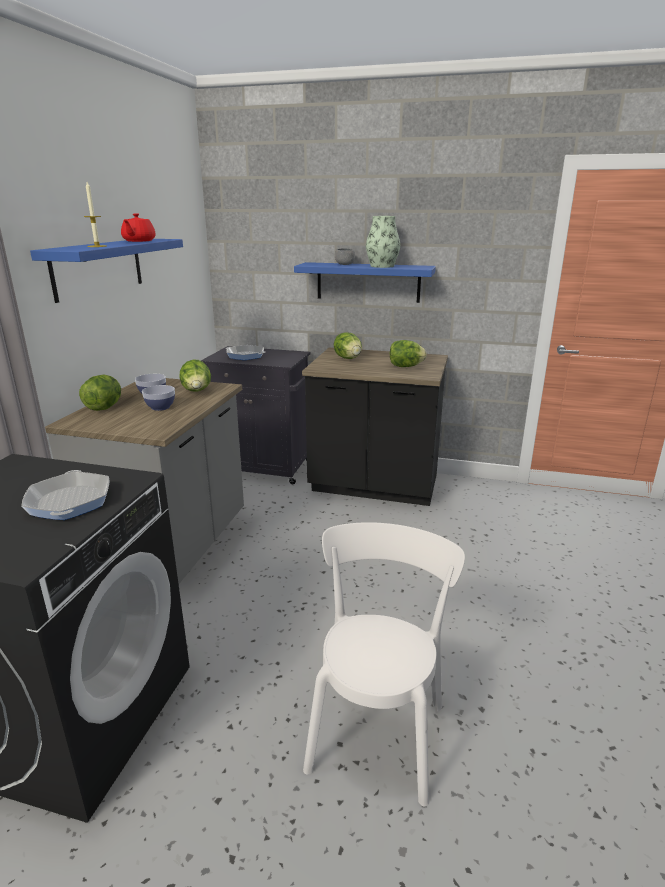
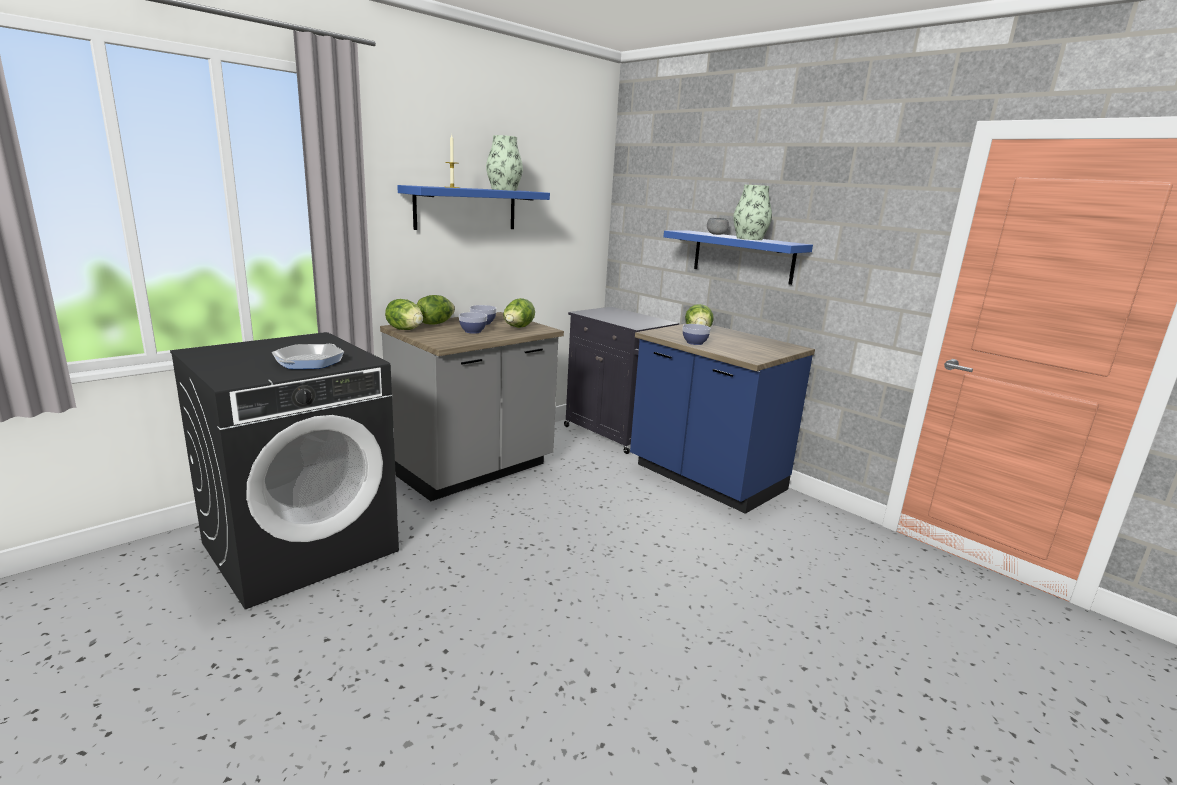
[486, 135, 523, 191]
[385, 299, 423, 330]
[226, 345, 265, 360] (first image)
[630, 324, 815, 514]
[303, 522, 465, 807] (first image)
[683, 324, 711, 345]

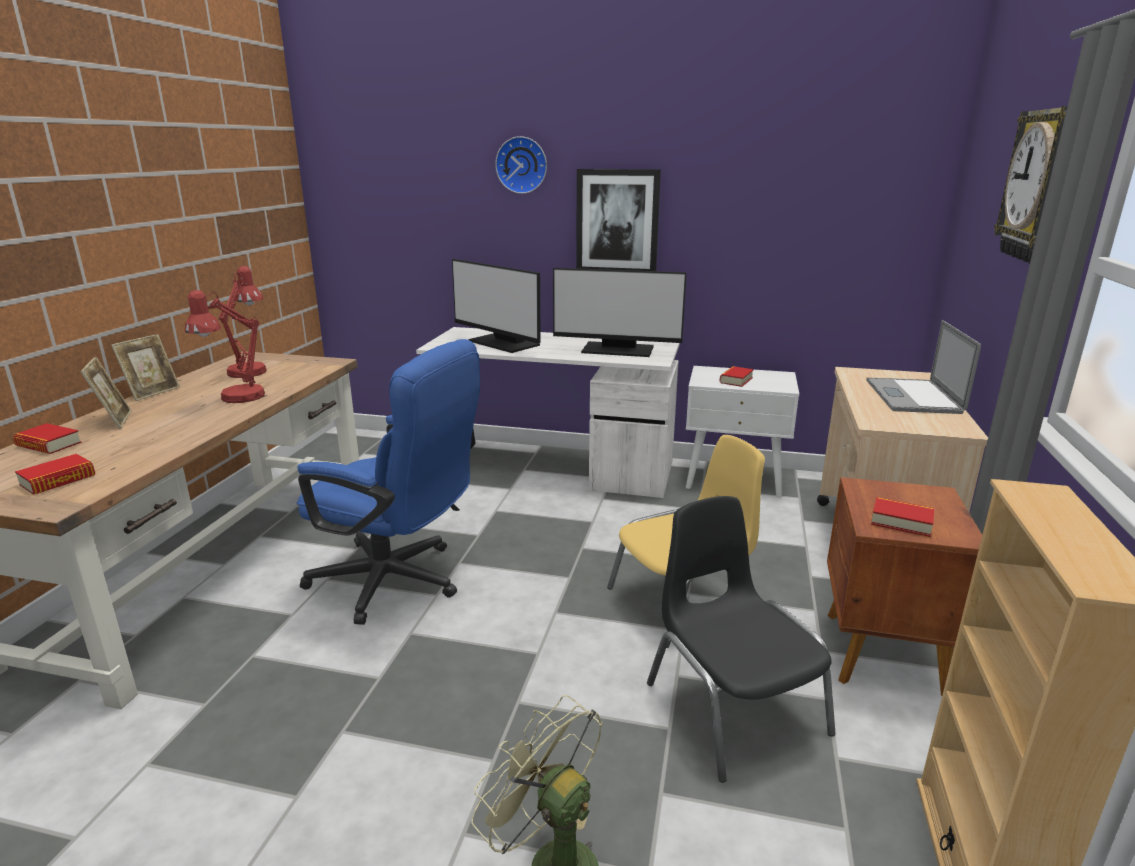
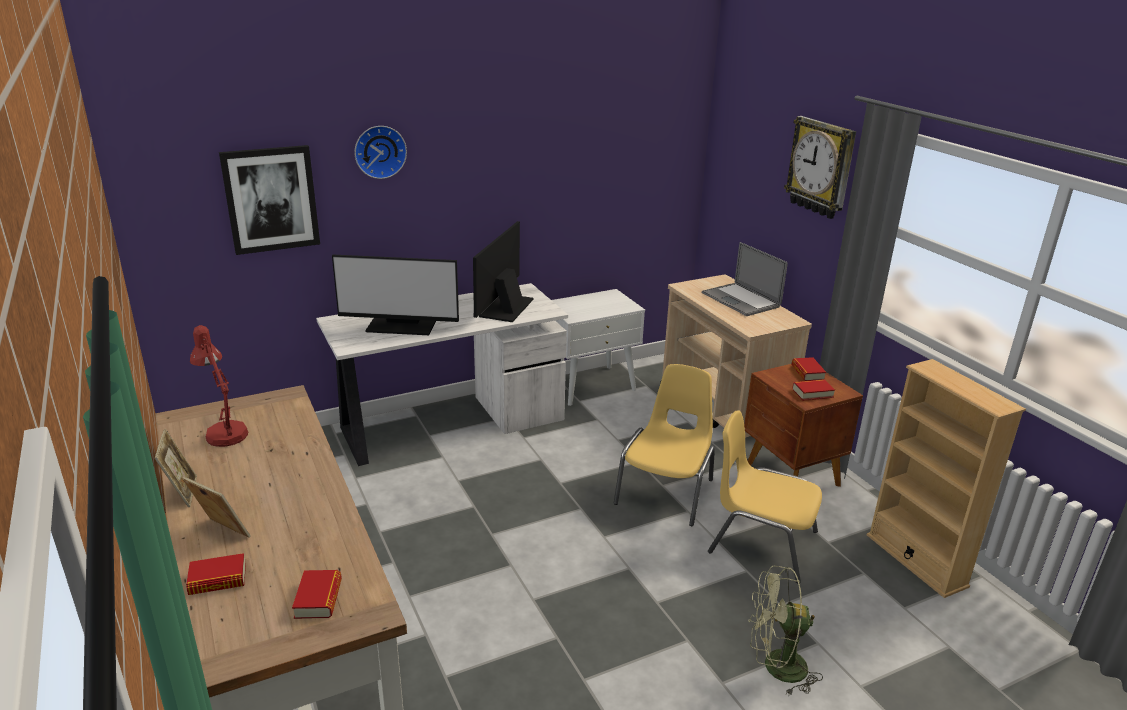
[219, 145, 320, 255]
[473, 221, 534, 322]
[185, 290, 265, 403] (first image)
[297, 339, 480, 625] (first image)
[791, 357, 826, 381]
[708, 410, 822, 584]

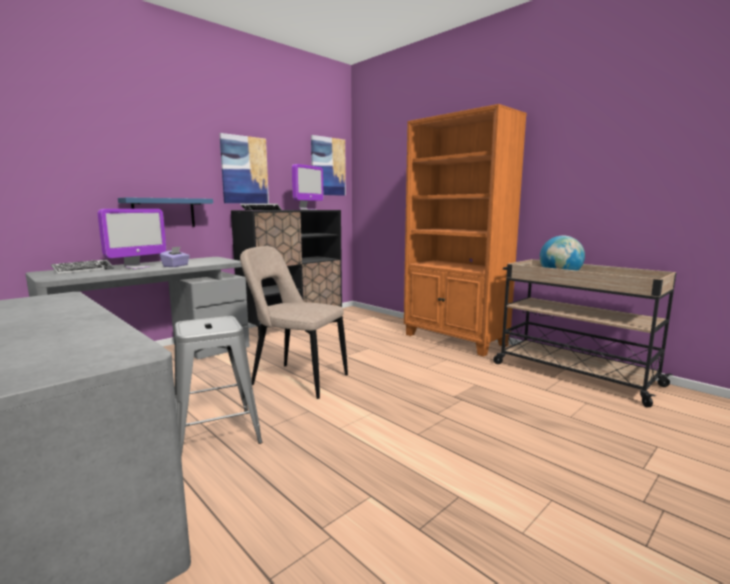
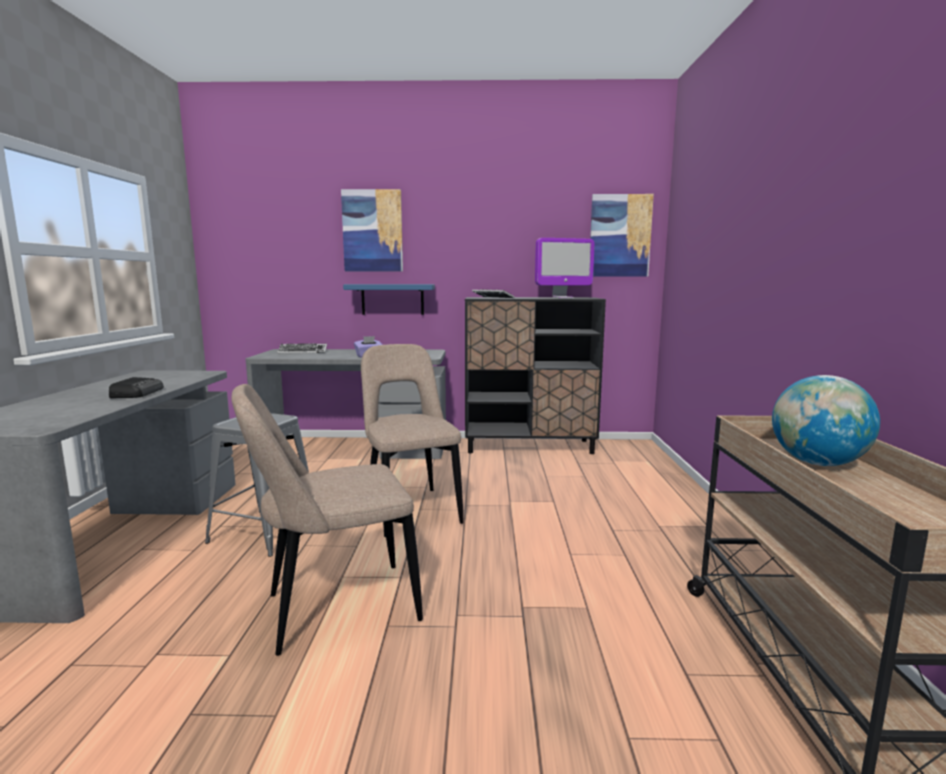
[404, 104, 527, 357] (first image)
[341, 189, 403, 271]
[98, 209, 166, 269] (first image)
[109, 377, 164, 398]
[231, 384, 423, 656]

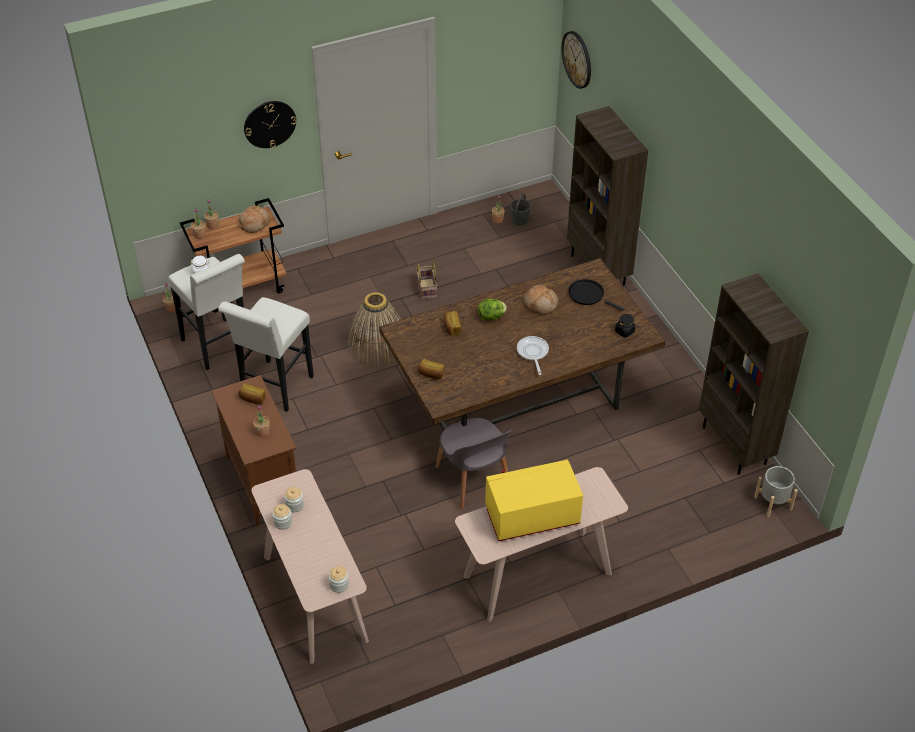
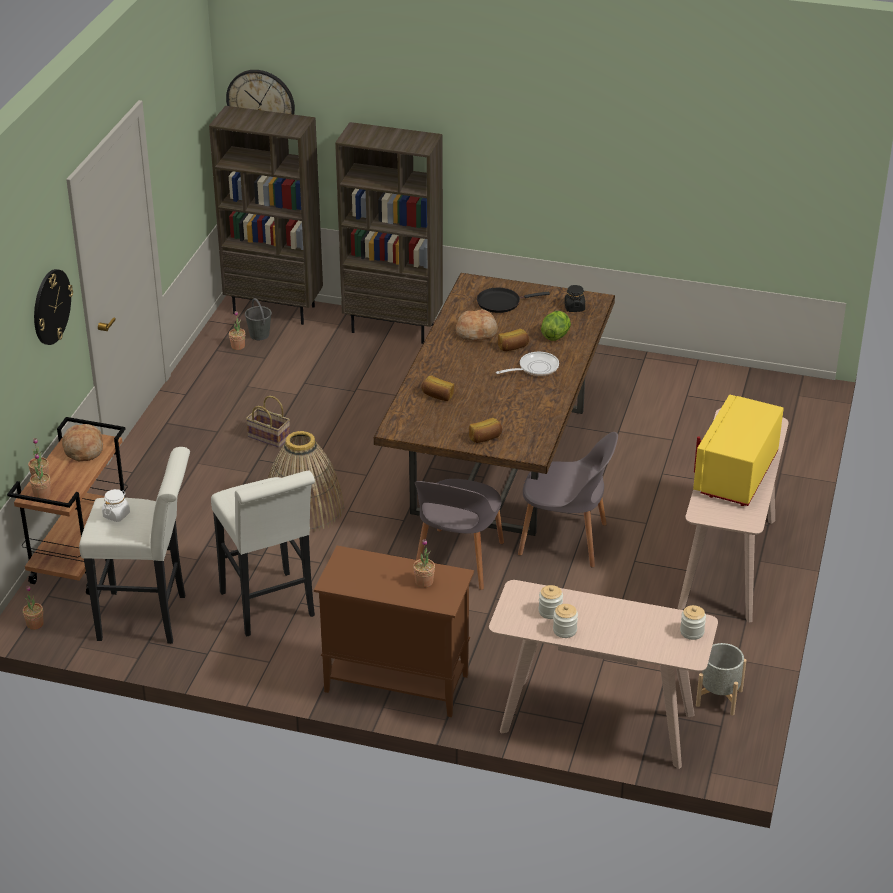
[209, 106, 323, 325]
[541, 311, 571, 341]
[496, 352, 559, 376]
[498, 329, 529, 351]
[696, 643, 746, 715]
[415, 479, 504, 590]

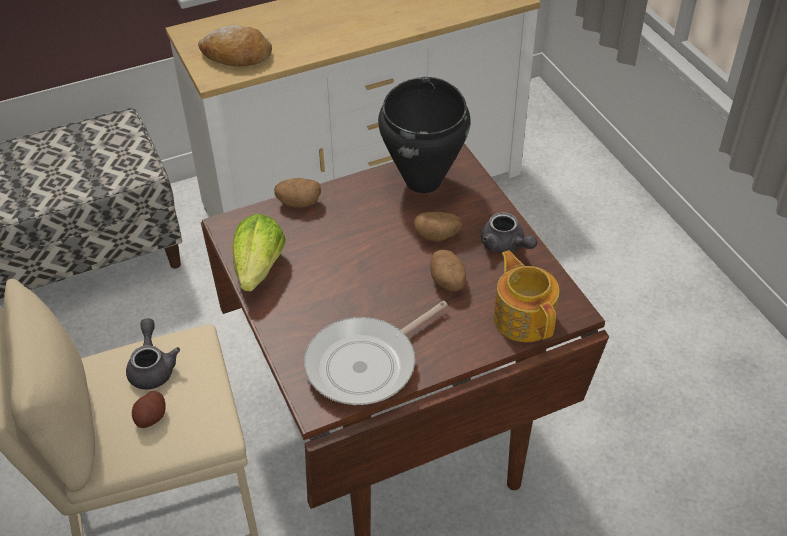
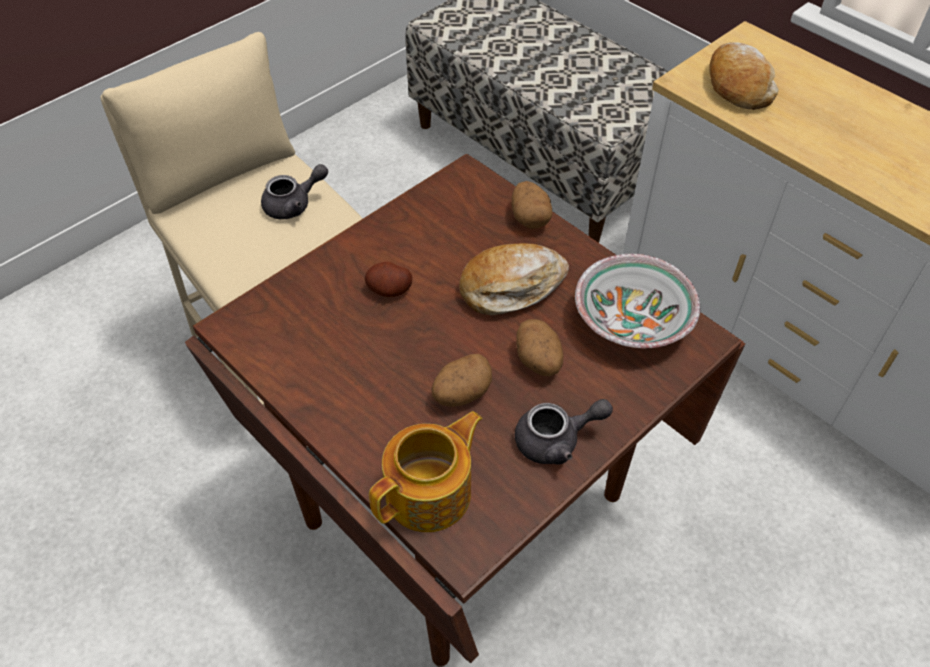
[575, 254, 700, 349]
[515, 399, 613, 465]
[233, 214, 286, 291] (first image)
[304, 301, 447, 405] (first image)
[365, 262, 413, 297]
[459, 243, 569, 315]

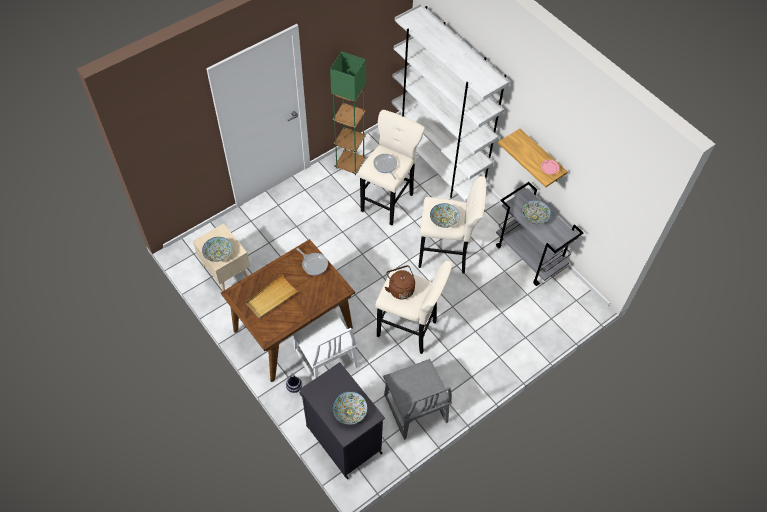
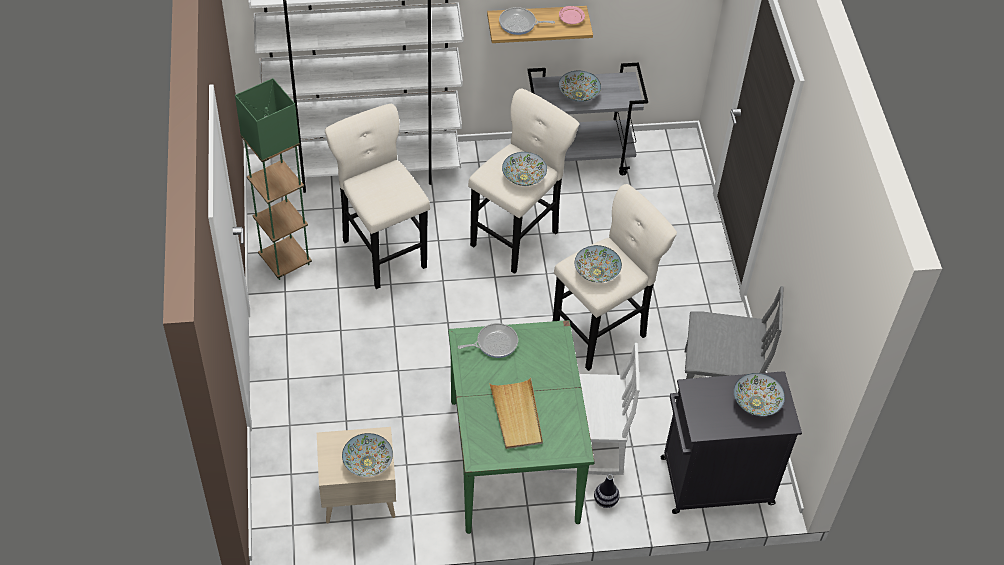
[499, 7, 555, 35]
[448, 320, 595, 534]
[575, 245, 622, 283]

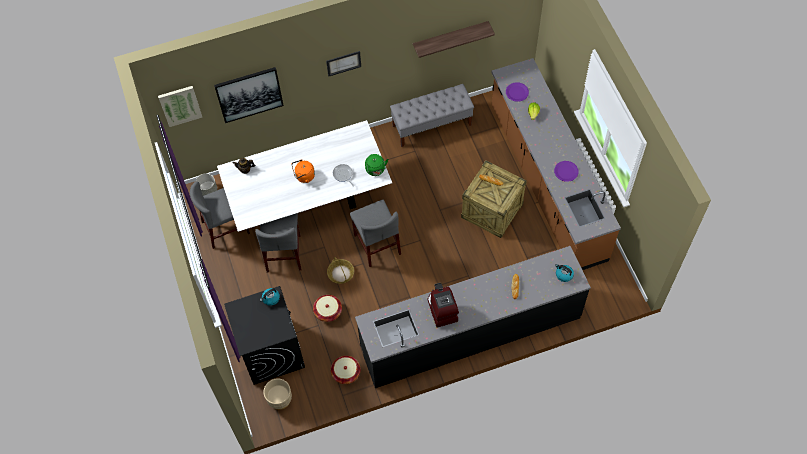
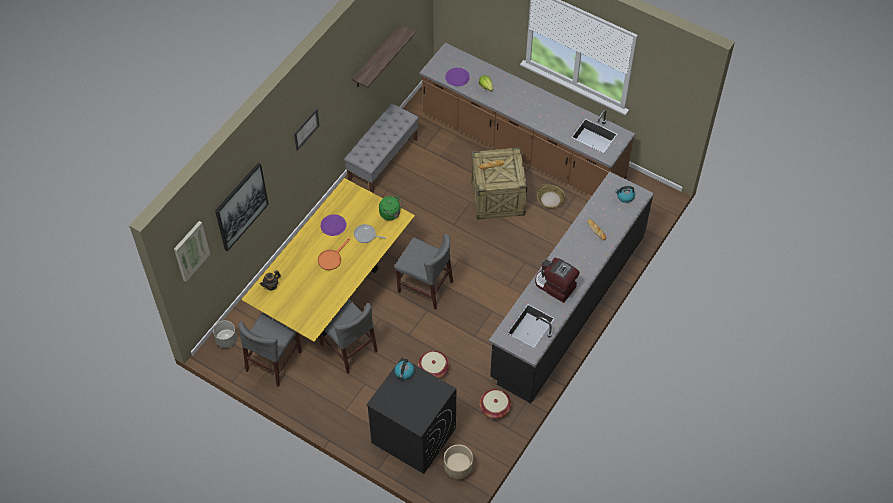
[241, 178, 415, 342]
[318, 238, 350, 270]
[321, 214, 346, 236]
[537, 184, 565, 208]

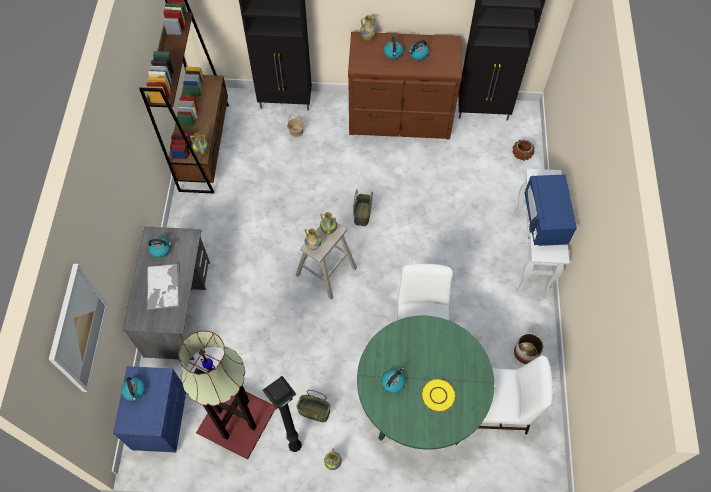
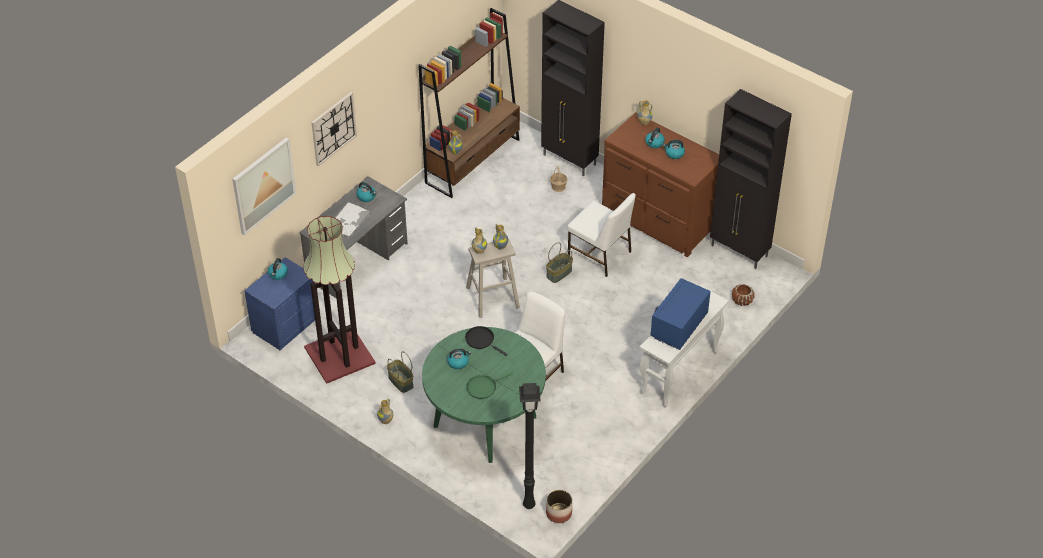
[546, 490, 572, 523]
[567, 193, 636, 277]
[519, 383, 541, 509]
[467, 372, 513, 399]
[311, 92, 357, 167]
[465, 326, 508, 356]

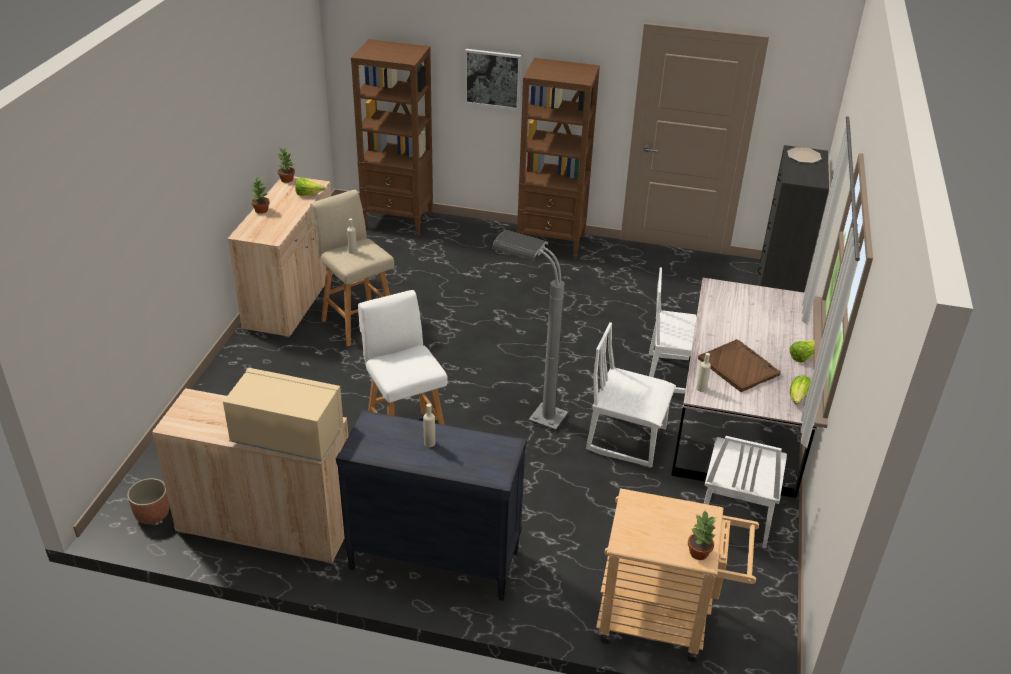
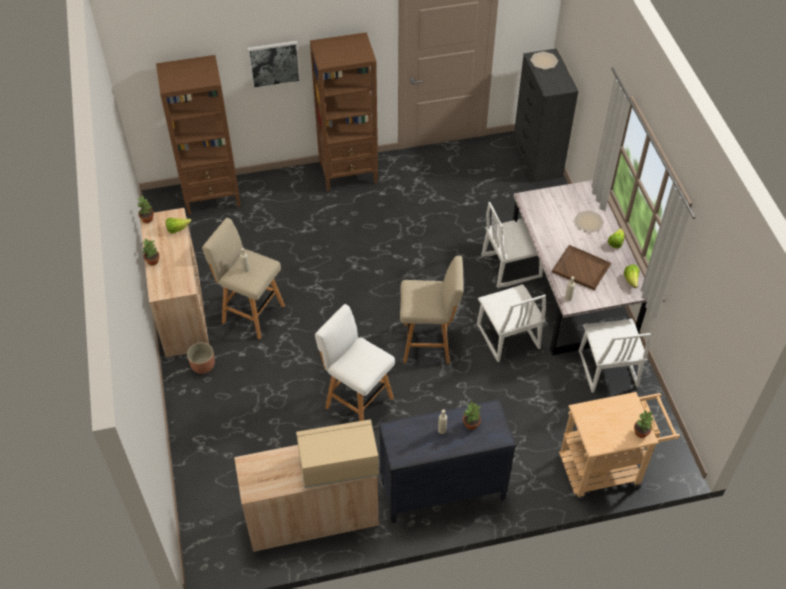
[400, 256, 463, 364]
[477, 284, 546, 362]
[187, 342, 215, 374]
[574, 210, 604, 233]
[463, 401, 481, 430]

